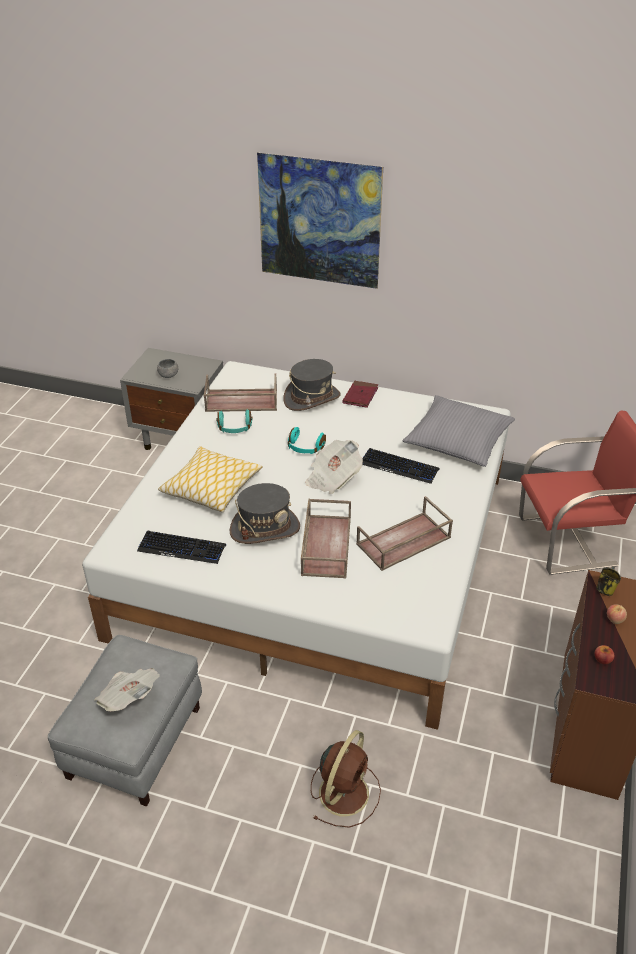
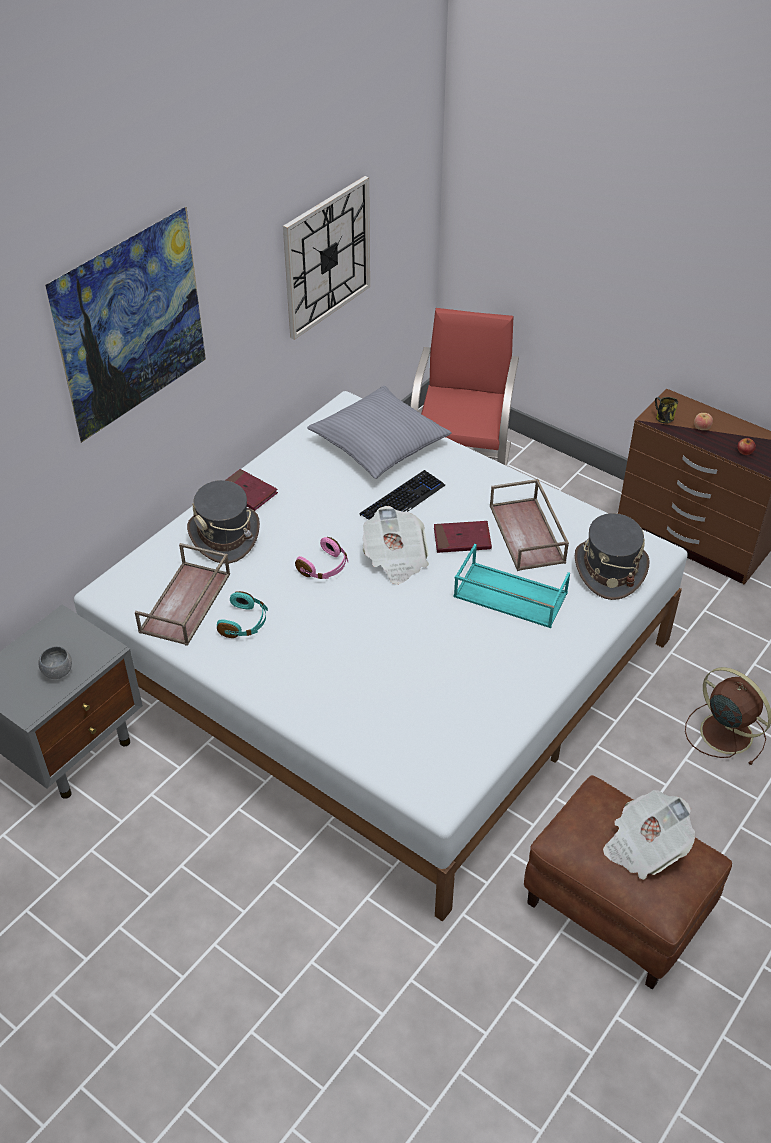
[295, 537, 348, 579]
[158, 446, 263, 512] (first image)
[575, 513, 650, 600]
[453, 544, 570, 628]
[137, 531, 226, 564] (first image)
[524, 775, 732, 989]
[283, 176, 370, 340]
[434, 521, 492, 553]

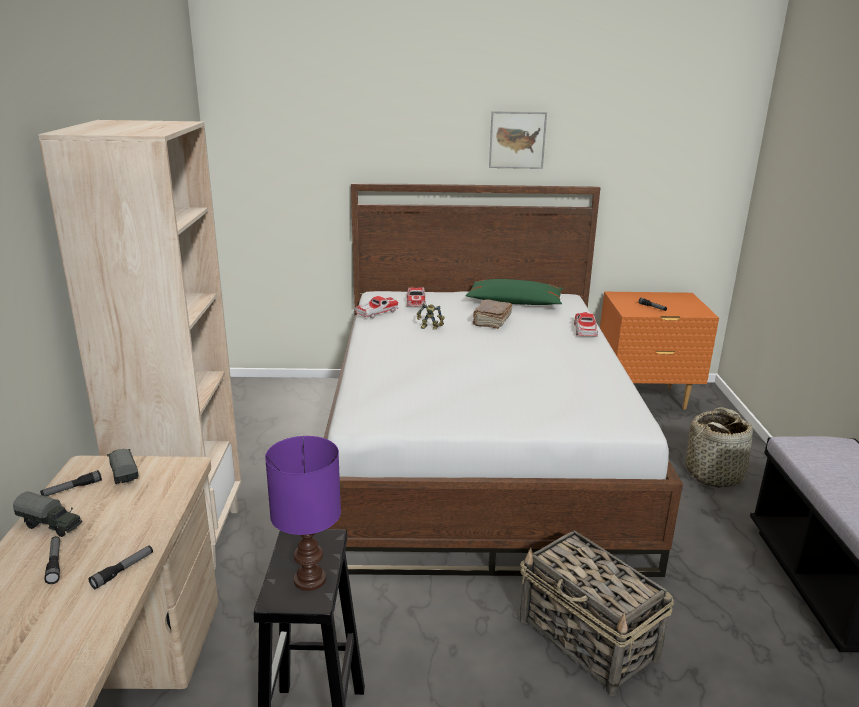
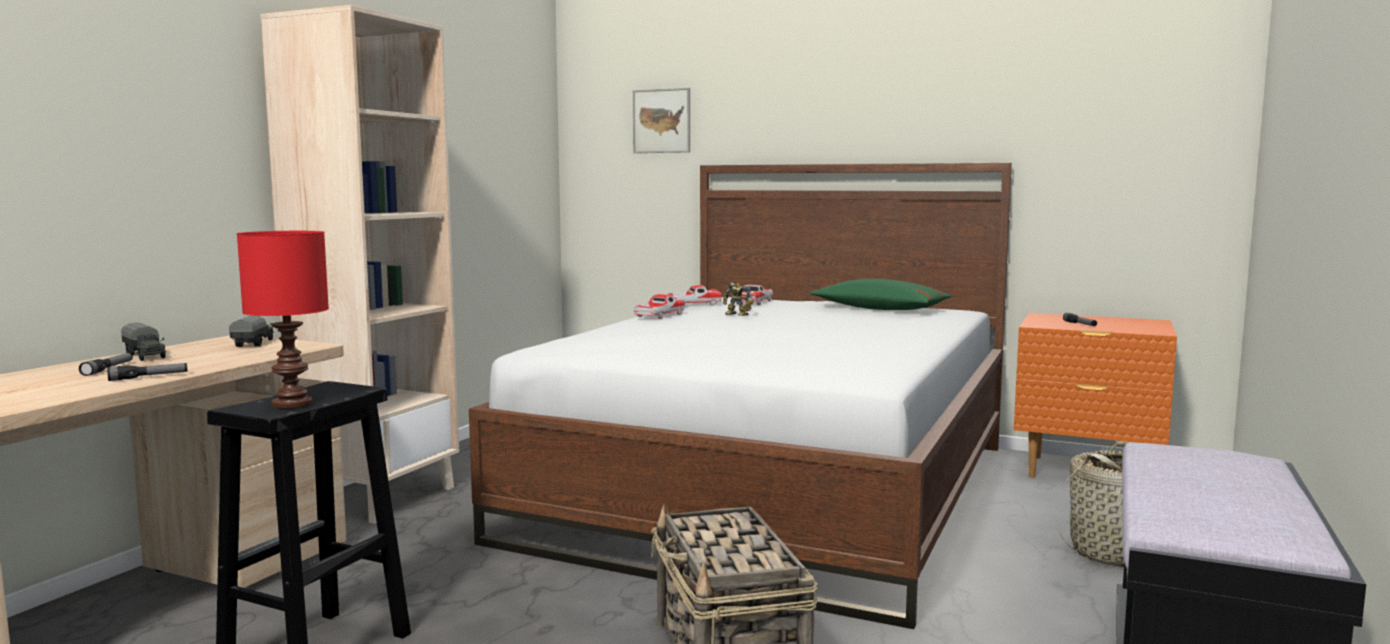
[633, 88, 690, 153]
[473, 299, 512, 329] (first image)
[634, 294, 685, 319]
[237, 231, 329, 408]
[40, 470, 102, 496] (first image)

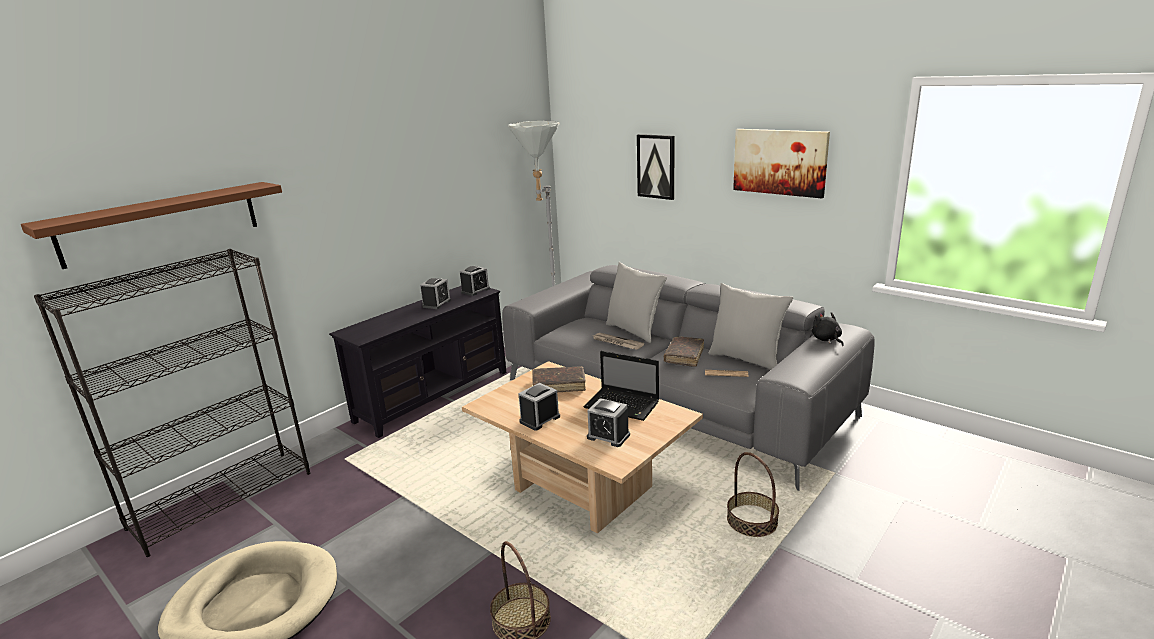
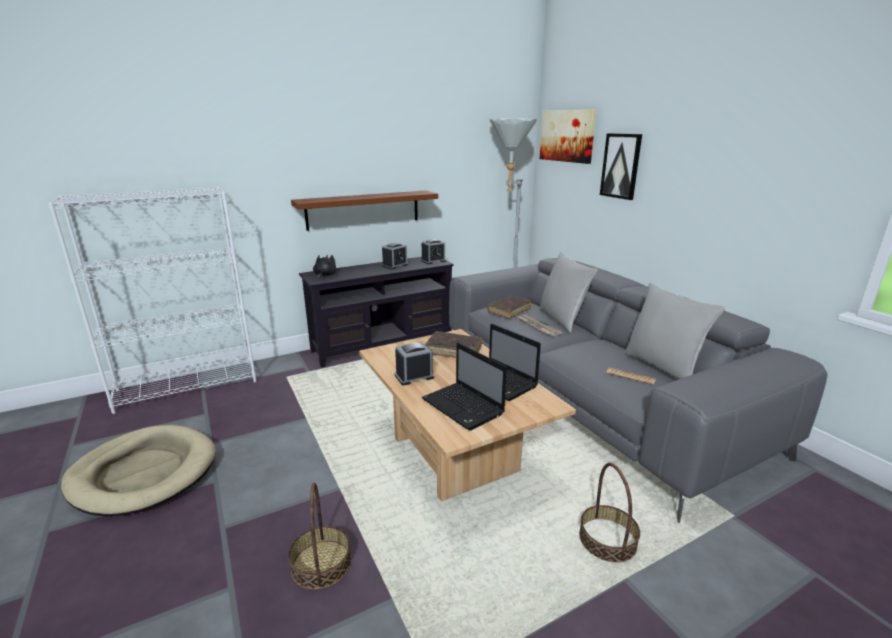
[540, 110, 597, 164]
[291, 191, 438, 231]
[48, 187, 257, 414]
[313, 255, 336, 279]
[487, 296, 532, 319]
[422, 342, 507, 431]

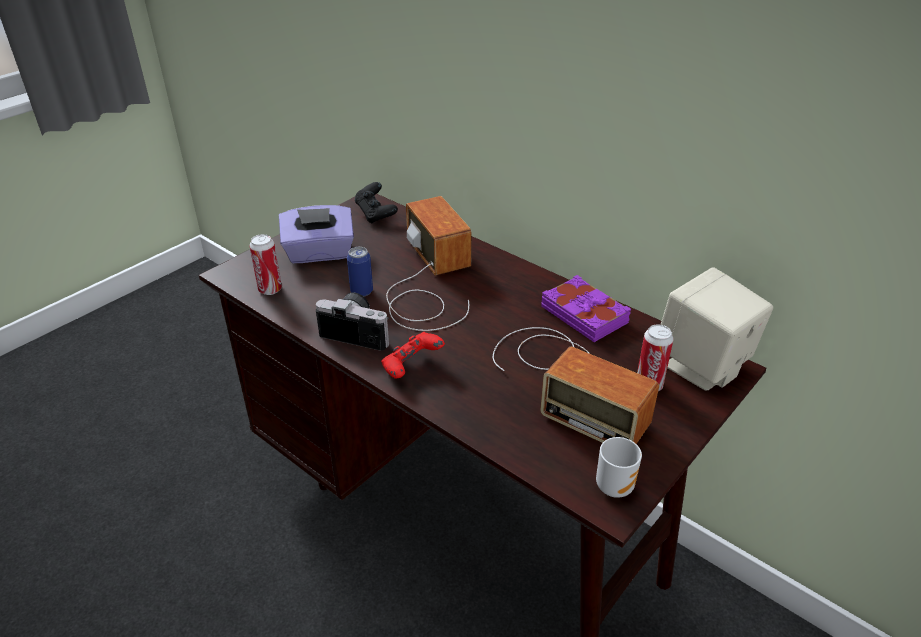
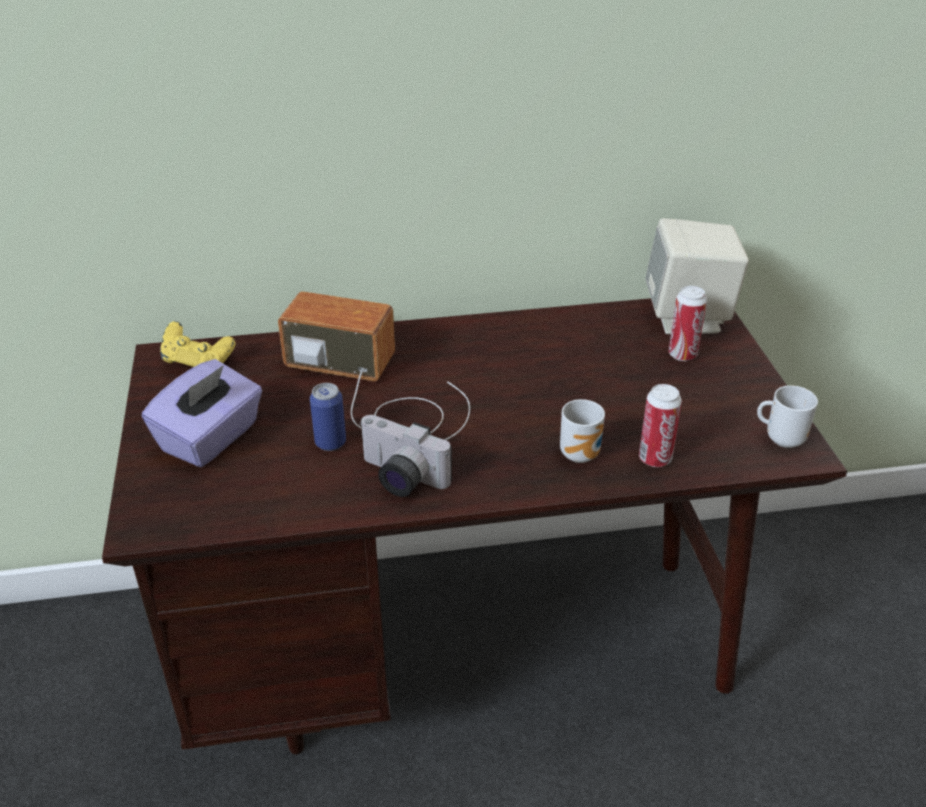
[160, 321, 236, 367]
[639, 384, 682, 467]
[541, 275, 631, 342] (first image)
[359, 415, 452, 497]
[493, 327, 659, 444] (first image)
[381, 332, 445, 379] (first image)
[560, 399, 605, 463]

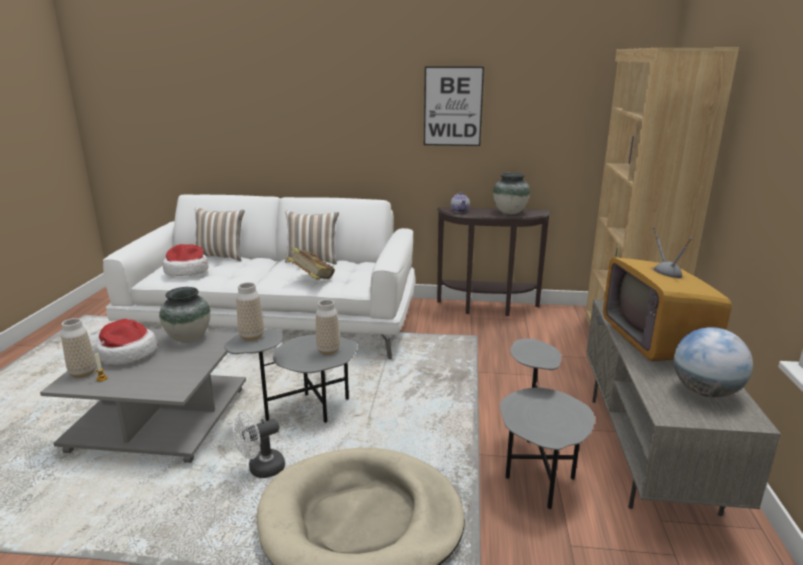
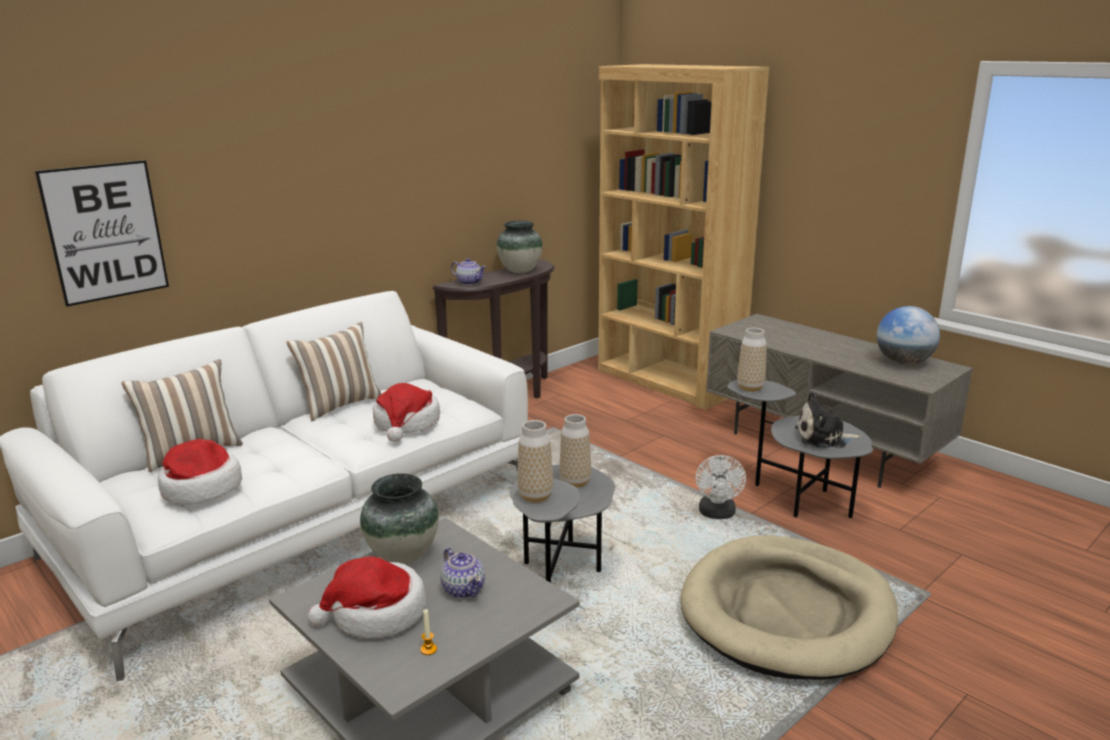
[35, 160, 169, 307]
[603, 227, 732, 361] (first image)
[373, 383, 440, 442]
[737, 328, 767, 392]
[696, 455, 746, 519]
[795, 392, 861, 448]
[441, 548, 485, 599]

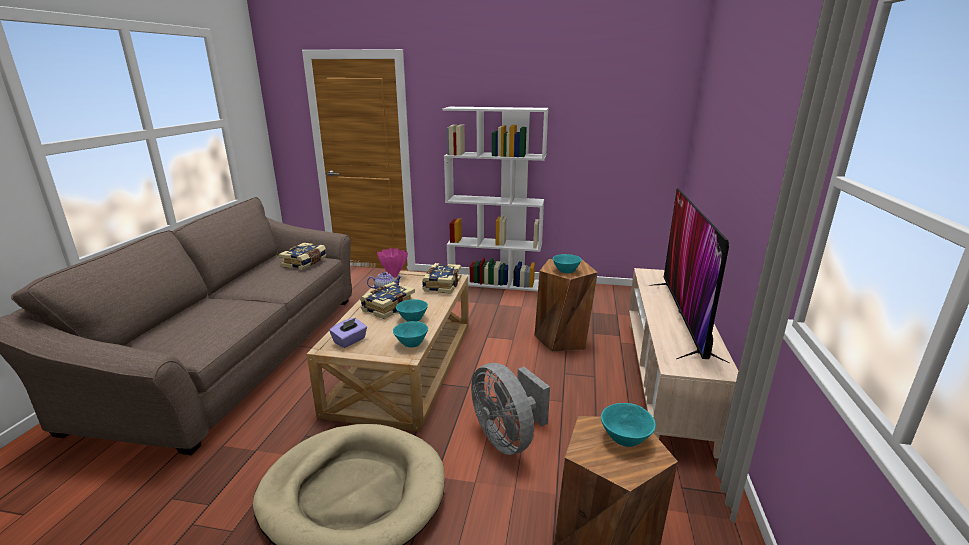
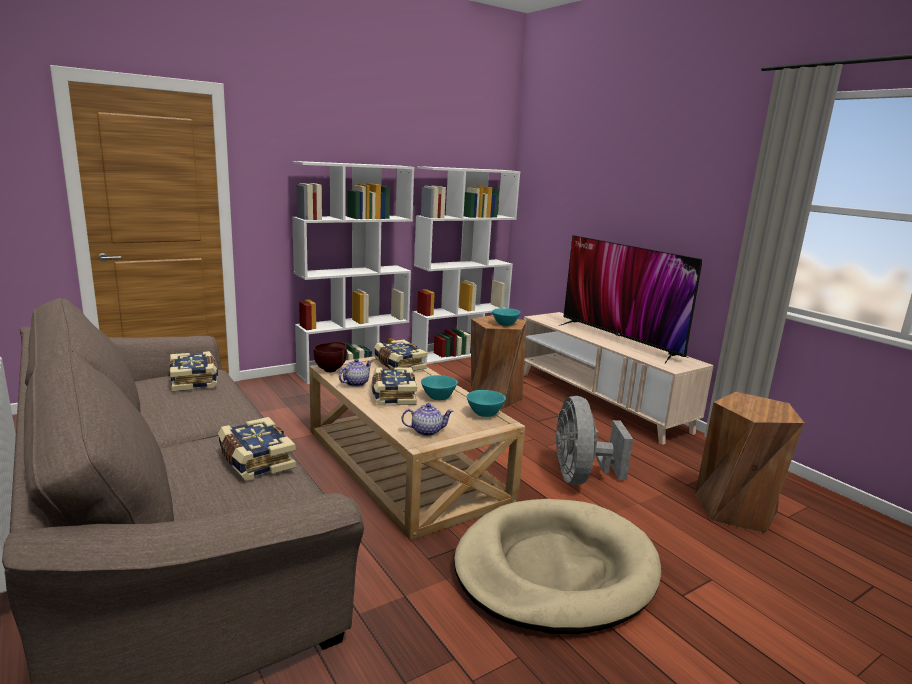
[313, 342, 347, 372]
[402, 403, 454, 436]
[555, 396, 633, 485]
[601, 403, 656, 447] (first image)
[412, 166, 520, 364]
[218, 417, 296, 481]

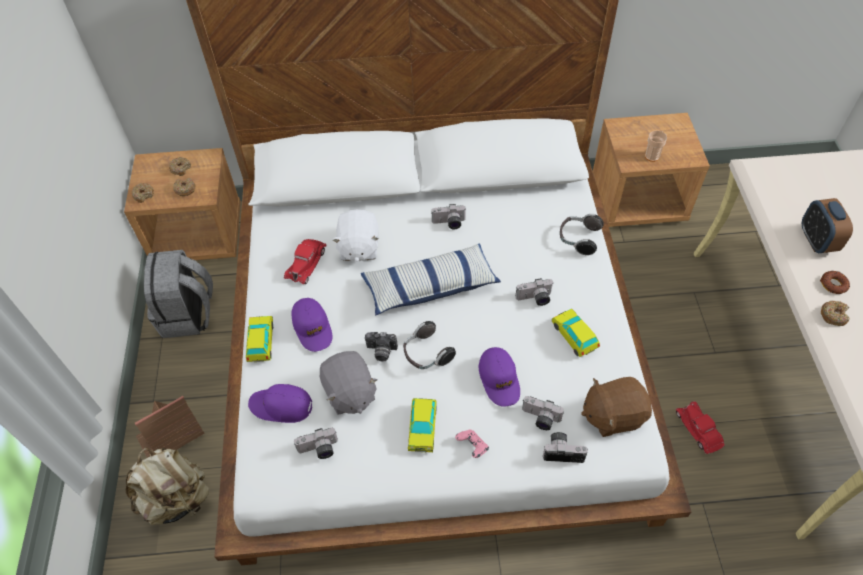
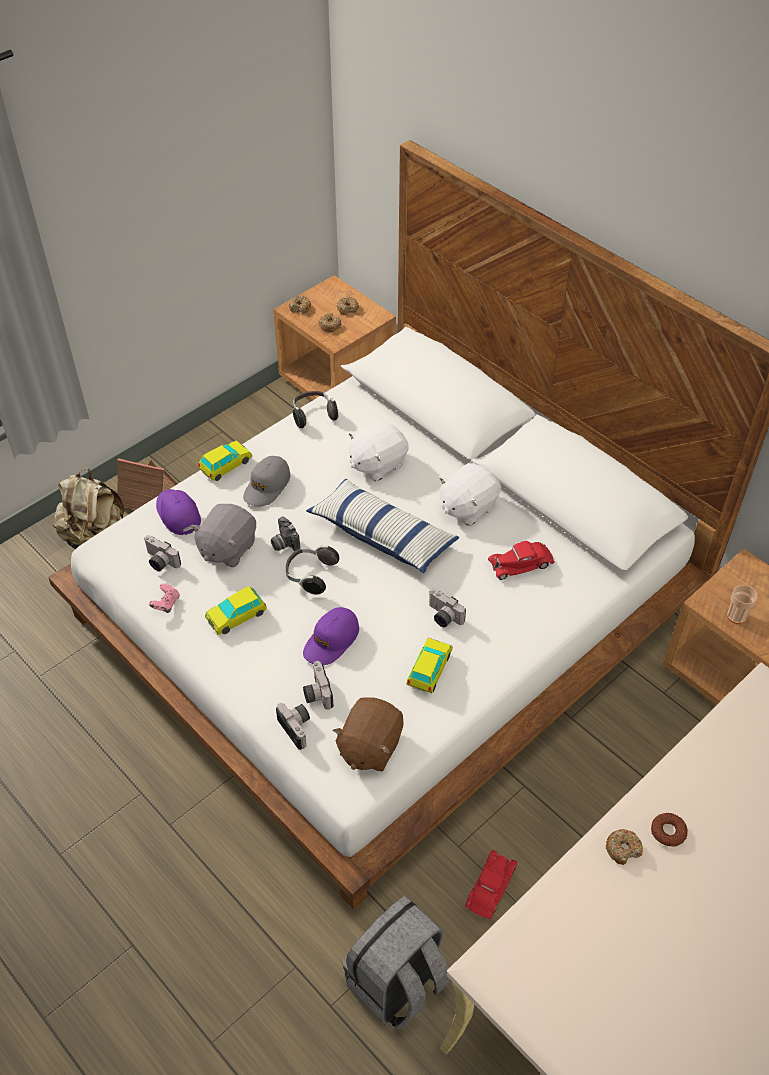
[802, 198, 853, 253] (first image)
[439, 463, 501, 526]
[292, 391, 338, 428]
[488, 541, 555, 580]
[343, 896, 451, 1031]
[243, 456, 291, 507]
[333, 697, 404, 772]
[149, 583, 180, 613]

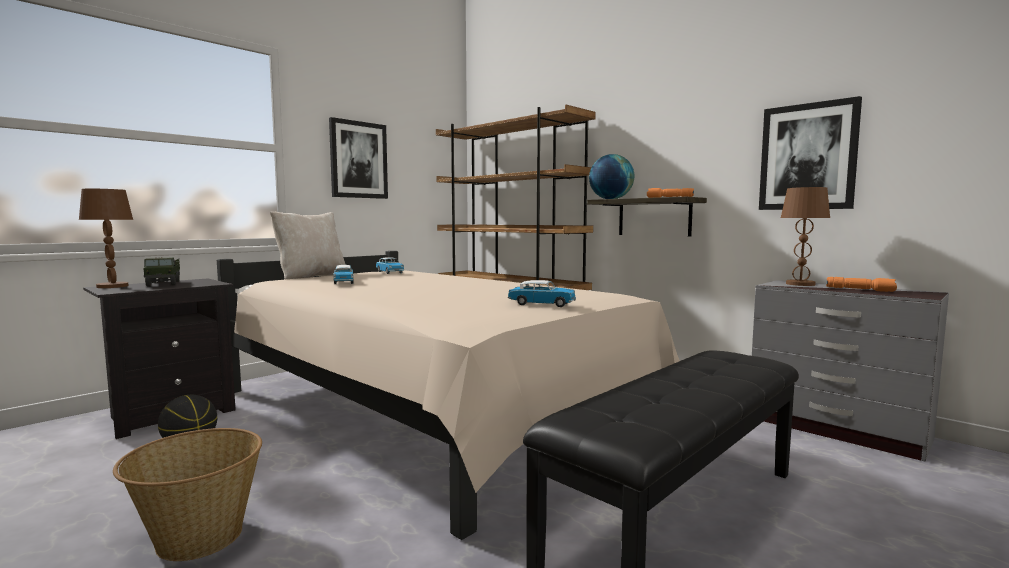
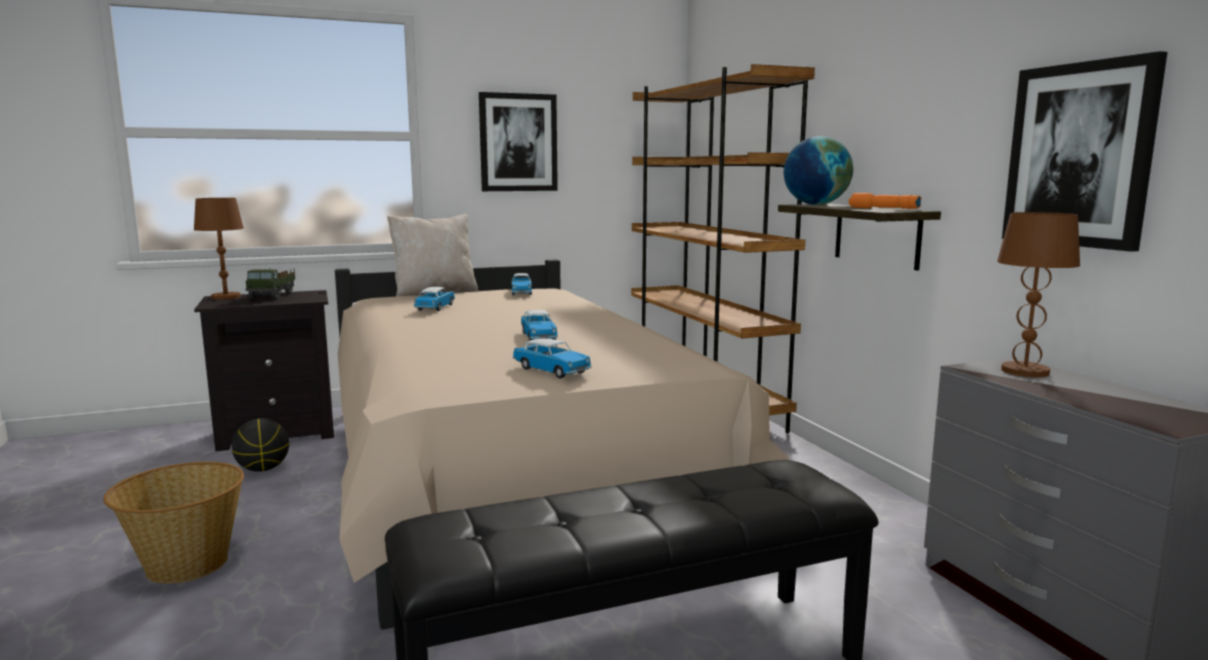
[826, 277, 897, 292] (first image)
[521, 310, 558, 341]

